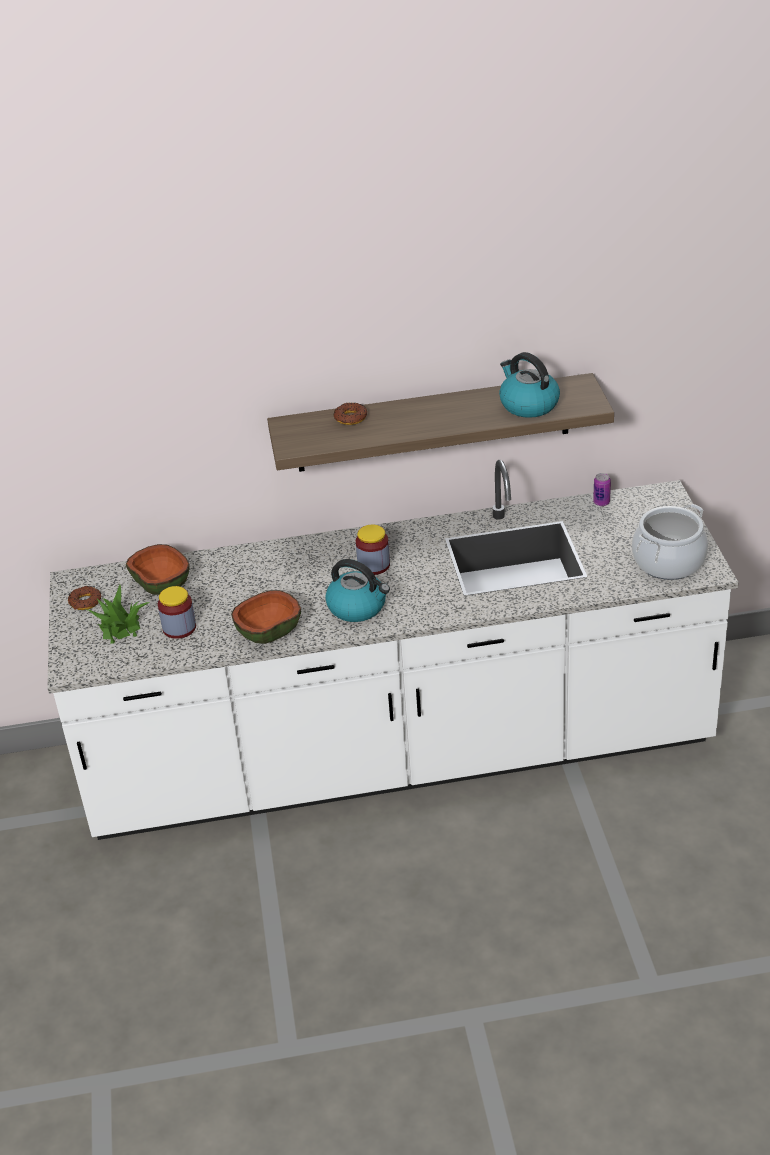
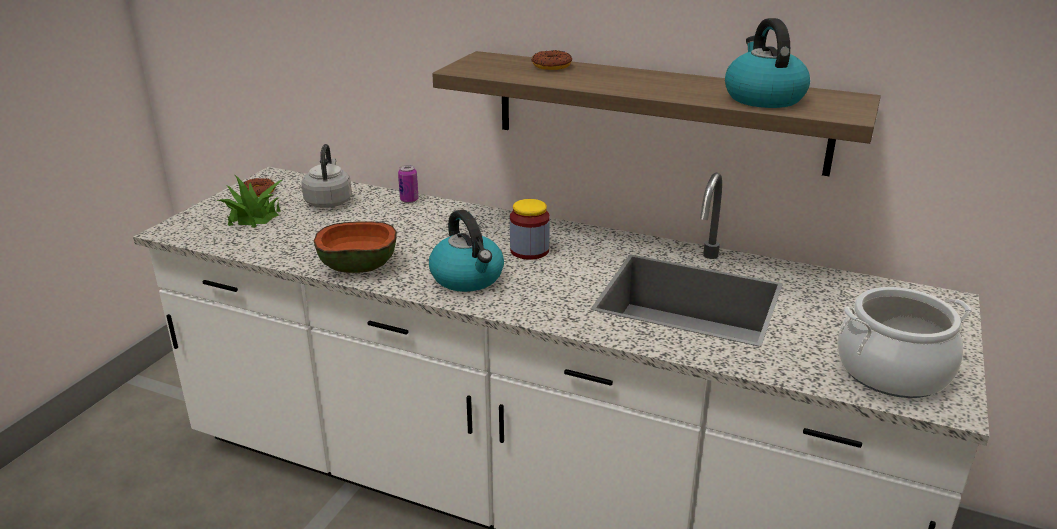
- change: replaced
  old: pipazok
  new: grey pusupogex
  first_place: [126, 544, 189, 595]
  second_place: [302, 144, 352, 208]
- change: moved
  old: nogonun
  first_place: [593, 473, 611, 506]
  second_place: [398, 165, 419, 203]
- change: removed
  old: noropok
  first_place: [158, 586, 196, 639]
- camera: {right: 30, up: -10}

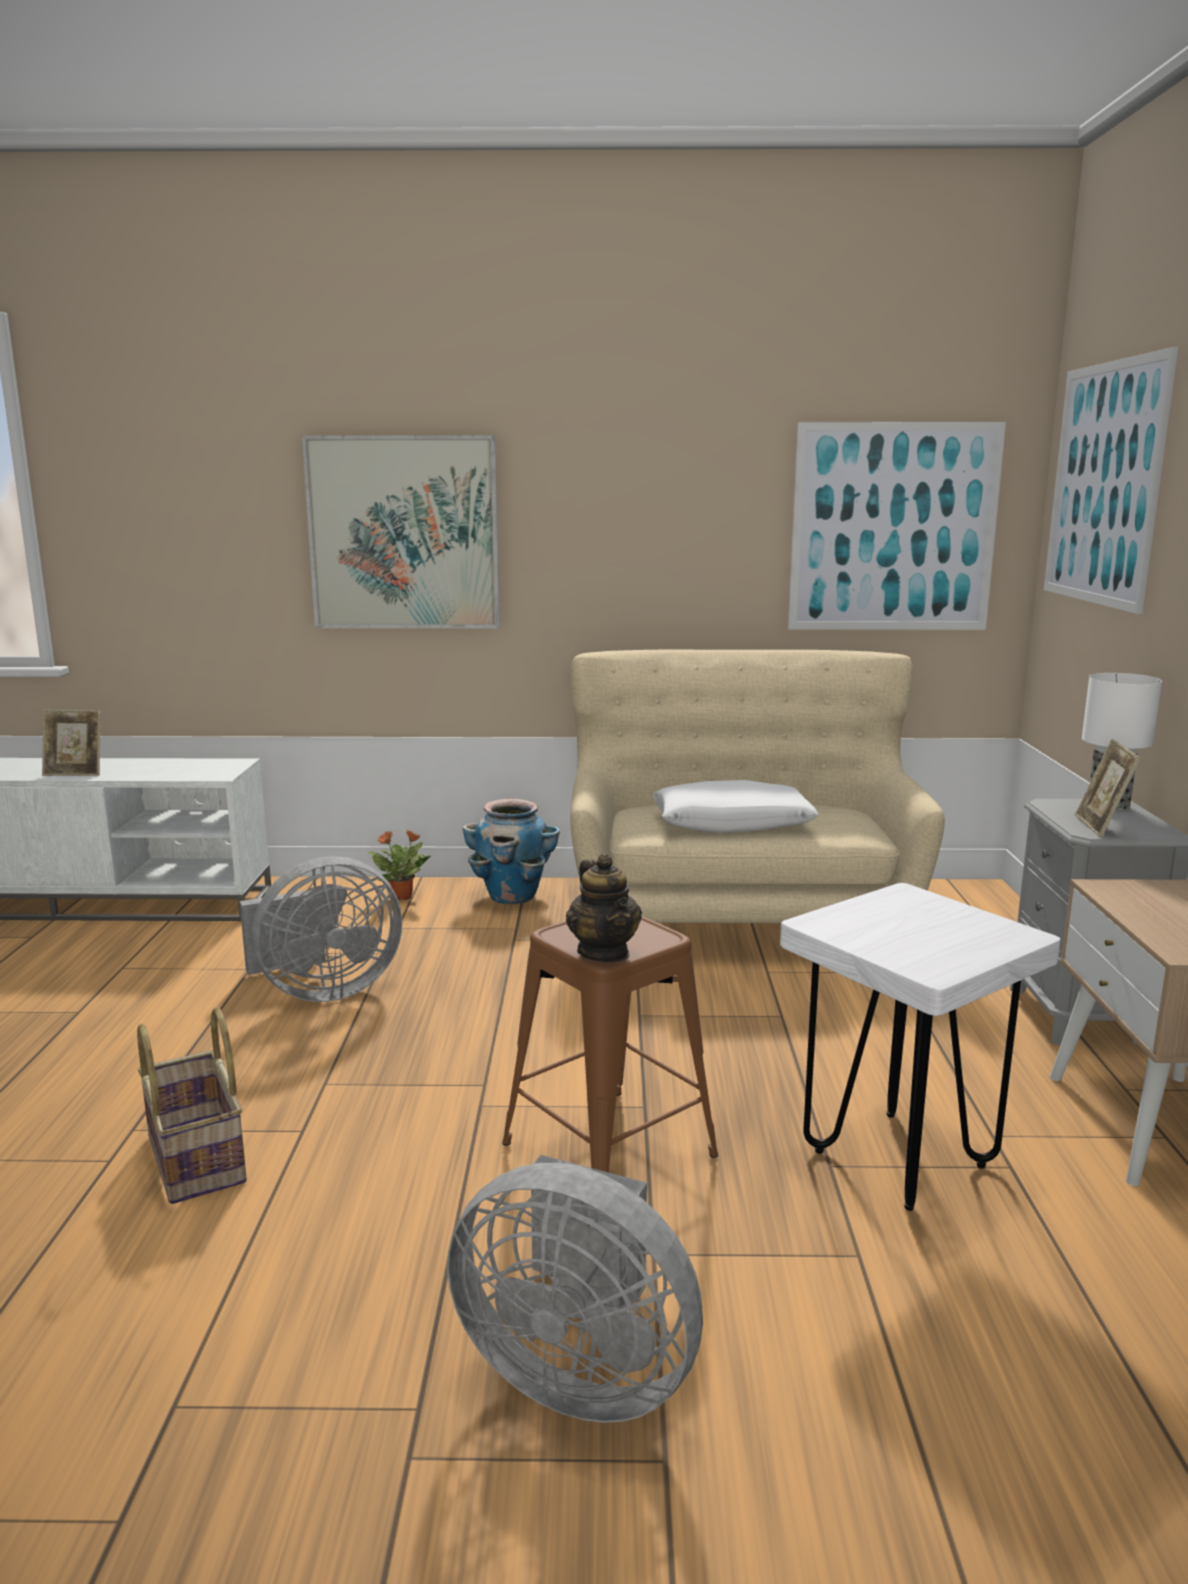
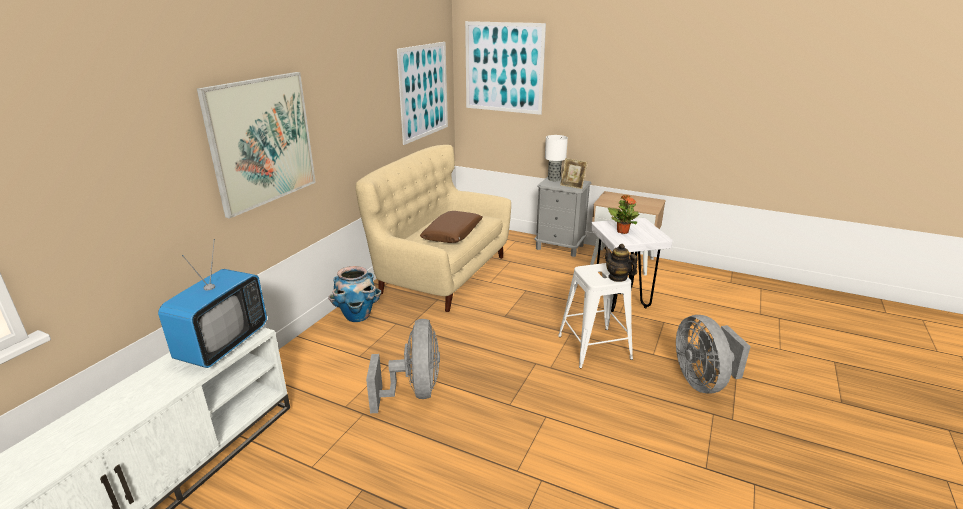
- change: added
  new: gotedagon
  second_place: [158, 239, 267, 368]
- change: recoloured
  old: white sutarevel
  new: brown sutarevel
  first_place: [653, 780, 819, 833]
  second_place: [420, 211, 483, 243]
- change: recoloured
  old: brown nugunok
  new: white nugunok
  first_place: [502, 916, 718, 1173]
  second_place: [558, 263, 633, 368]
- change: turned
  old: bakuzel
  first_place: [566, 854, 642, 962]
  second_place: [604, 244, 638, 282]
  degrees: -135
- change: moved
  old: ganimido
  first_place: [368, 830, 431, 900]
  second_place: [608, 195, 640, 234]
- change: turned
  old: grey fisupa
  first_place: [447, 1155, 703, 1423]
  second_place: [676, 315, 751, 394]
  degrees: 120
- change: removed
  old: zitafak
  first_place: [42, 710, 101, 776]
- change: removed
  old: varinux
  first_place: [137, 1007, 247, 1204]
- camera: {right: -65, up: 10}

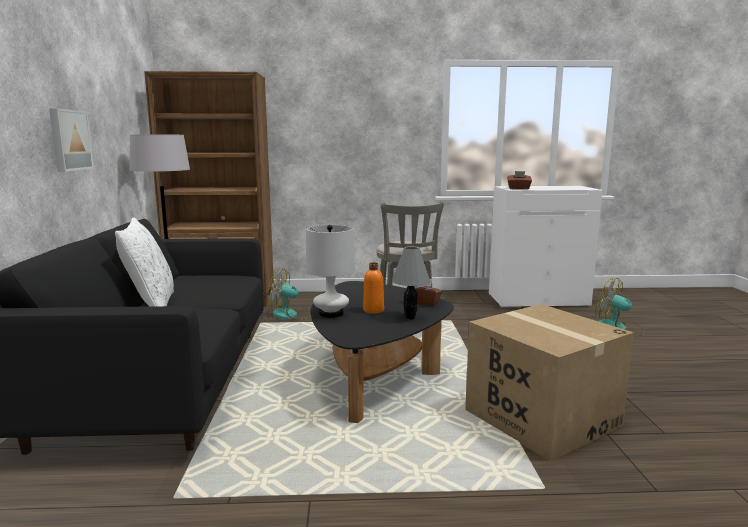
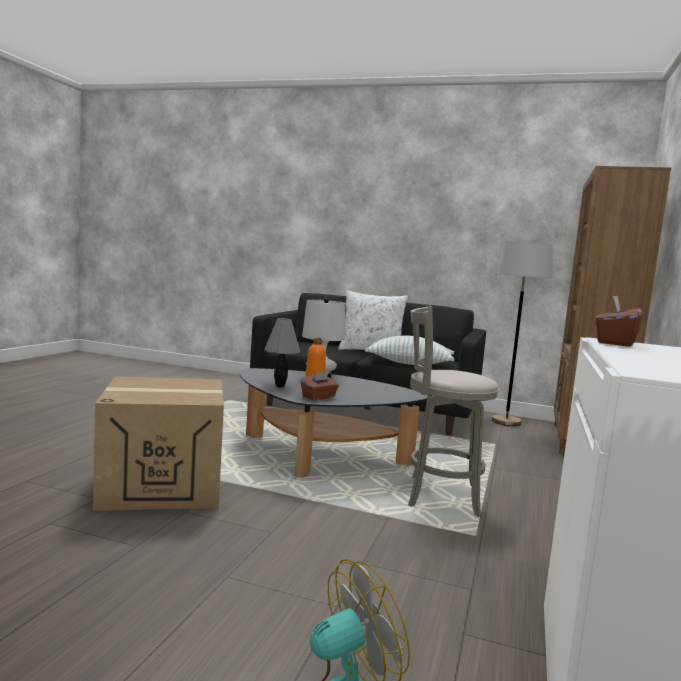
- change: added
  new: sutarevel
  second_place: [365, 335, 454, 365]
- change: removed
  old: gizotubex
  first_place: [49, 108, 94, 172]
- change: removed
  old: fisupa
  first_place: [267, 269, 311, 320]
- camera: {right: 110, up: -5}

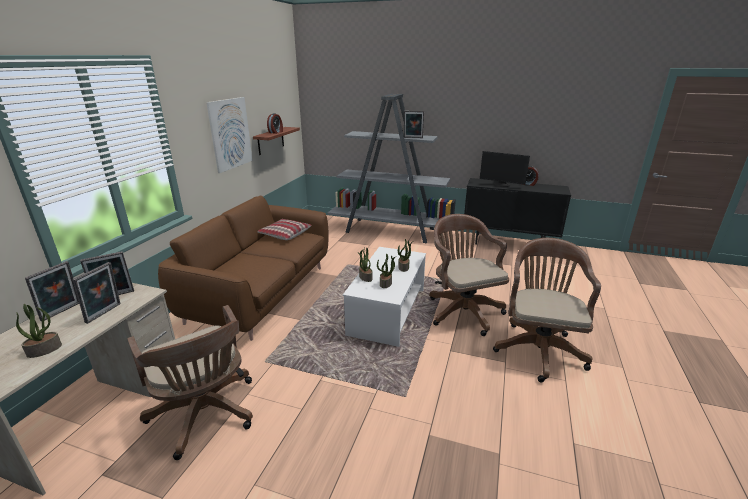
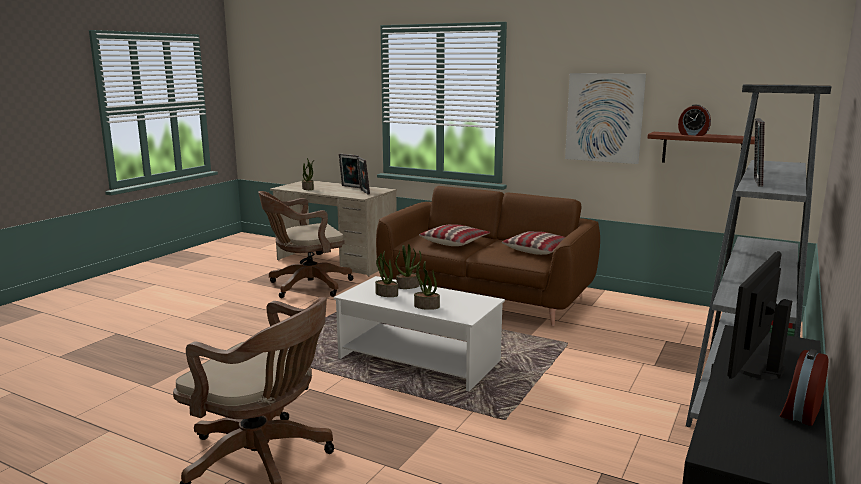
- change: added
  new: sutarevel
  second_place: [419, 224, 490, 246]
- change: removed
  old: zitafak
  first_place: [73, 262, 120, 324]
- change: removed
  old: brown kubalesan
  first_place: [429, 214, 509, 336]
- camera: {right: 100, up: -10}

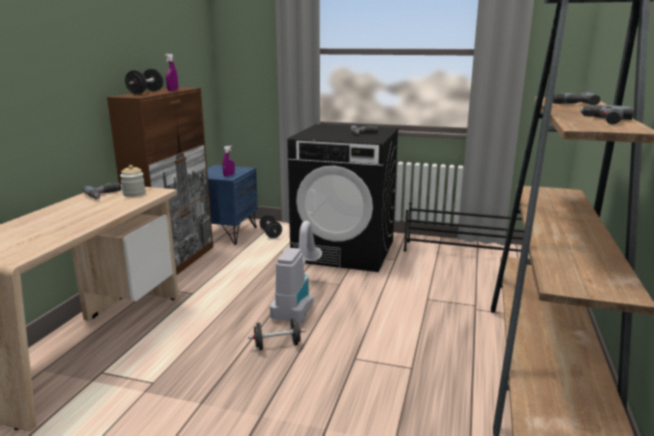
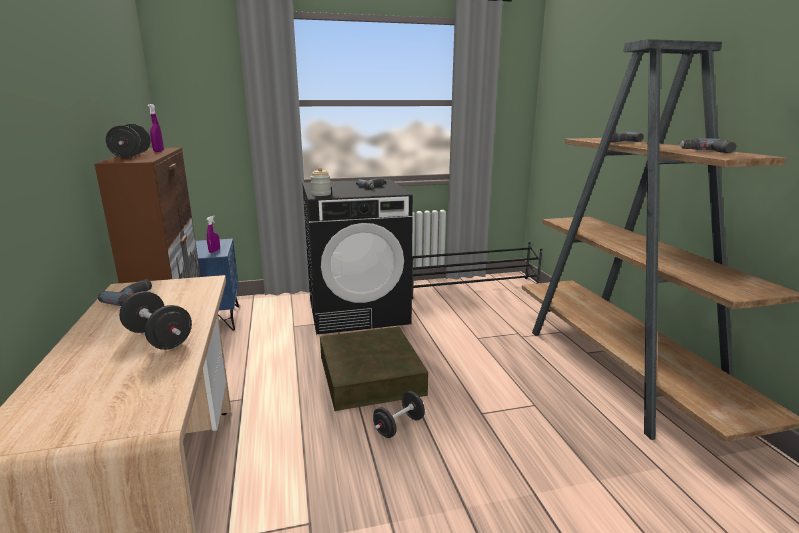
- change: moved
  old: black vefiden
  first_place: [260, 214, 282, 238]
  second_place: [119, 291, 192, 350]
- change: moved
  old: noropok
  first_place: [120, 165, 146, 197]
  second_place: [310, 168, 331, 196]
- change: replaced
  old: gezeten
  new: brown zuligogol
  first_place: [270, 221, 322, 323]
  second_place: [320, 327, 428, 411]
- camera: {right: -30, up: 0}

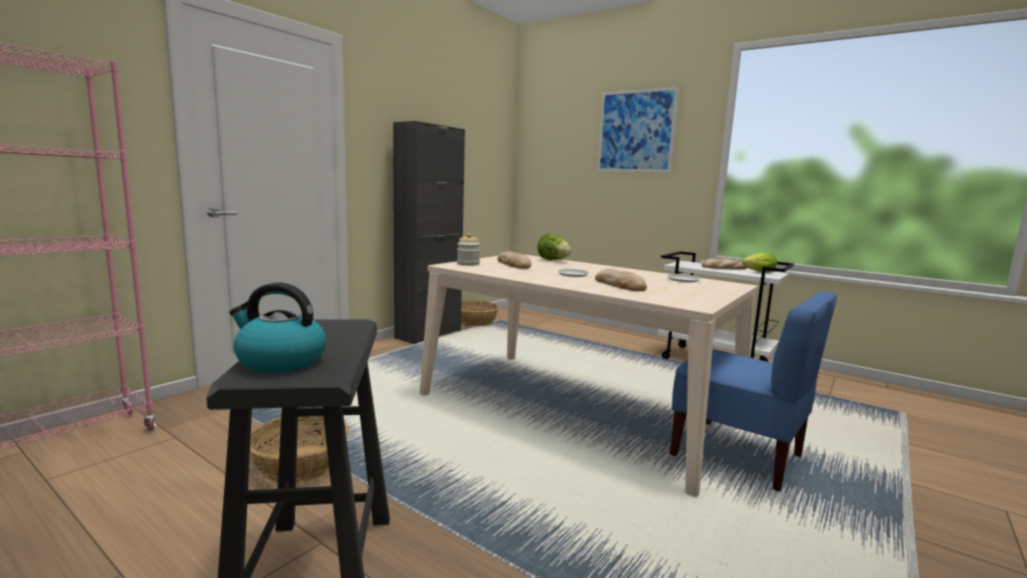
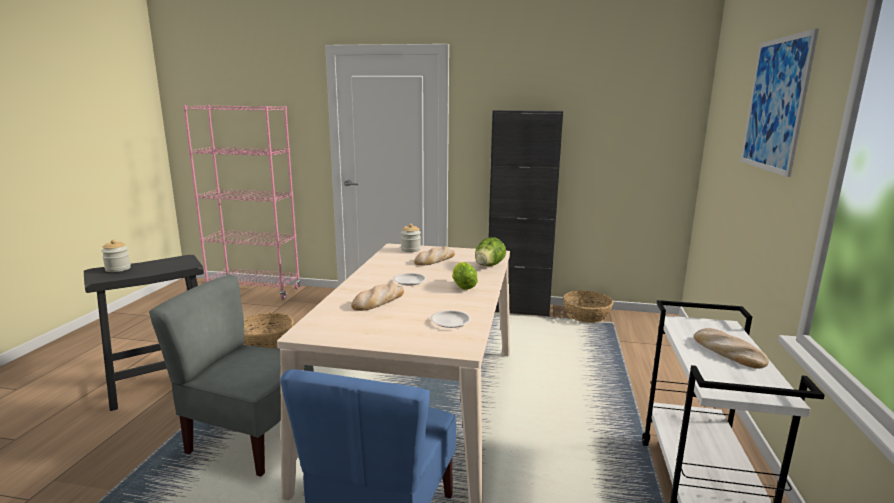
- change: replaced
  old: pusupogex
  new: noropok
  first_place: [229, 283, 326, 373]
  second_place: [101, 239, 131, 272]
- change: added
  new: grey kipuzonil
  second_place: [149, 275, 314, 477]
- change: moved
  old: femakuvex
  first_place: [742, 253, 777, 273]
  second_place: [452, 262, 478, 290]
- camera: {right: 65, up: 5}

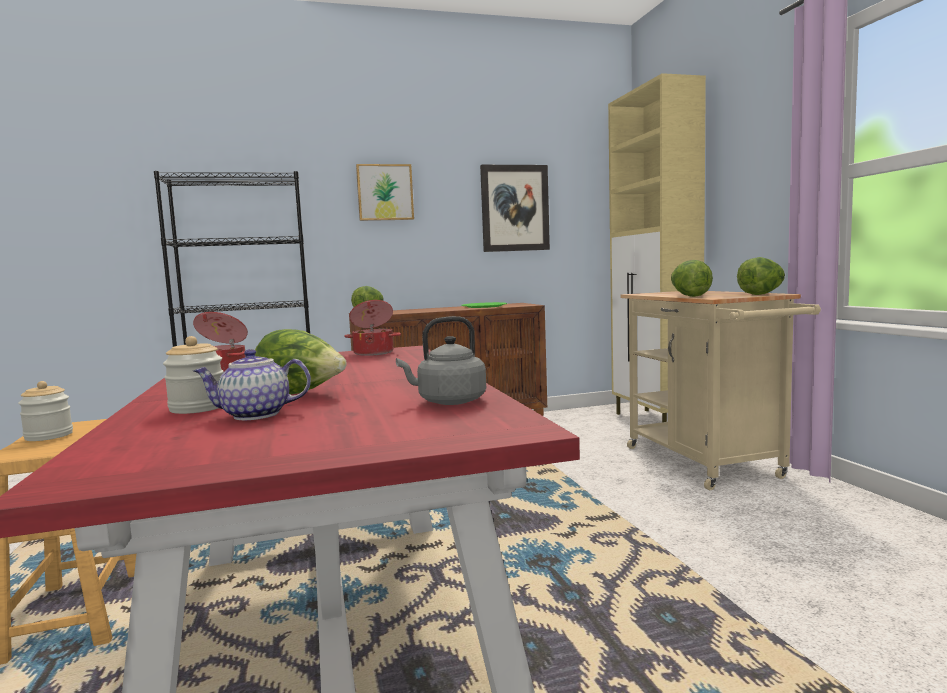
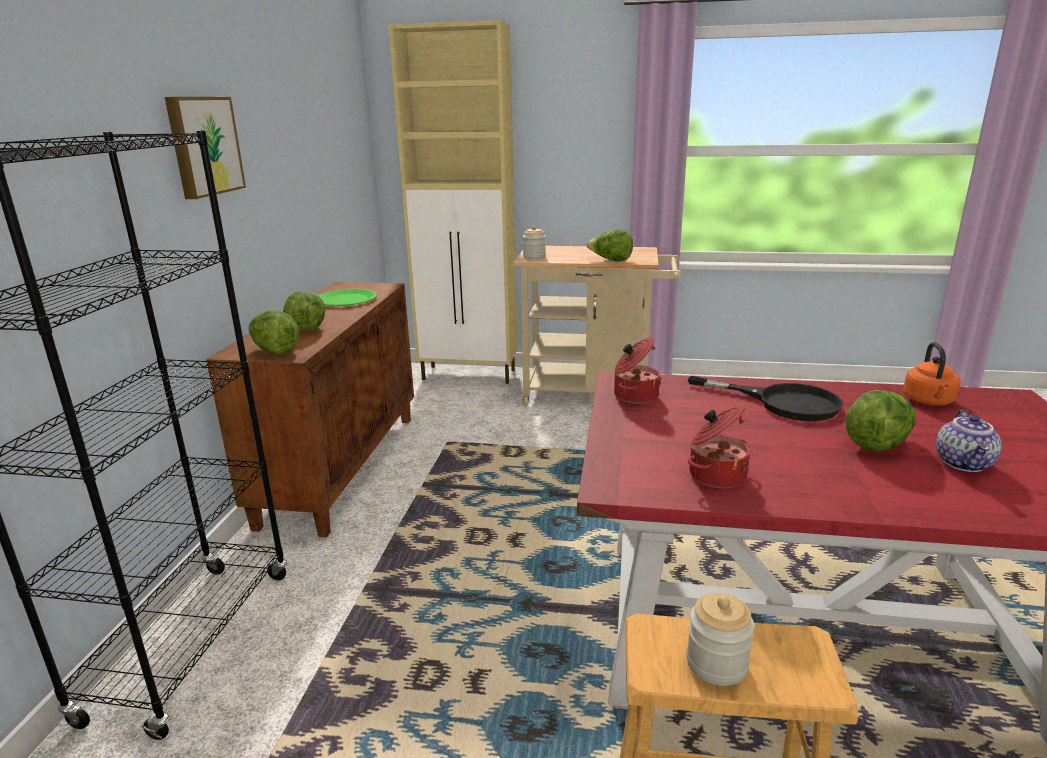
- change: moved
  old: femakuvex
  first_place: [737, 257, 785, 295]
  second_place: [283, 291, 326, 332]
- change: moved
  old: noropok
  first_place: [163, 336, 224, 414]
  second_place: [523, 226, 546, 259]
- change: added
  new: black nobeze
  second_place: [688, 376, 843, 421]
- change: recoloured
  old: grey pusupogex
  new: orange pusupogex
  first_place: [396, 316, 486, 405]
  second_place: [903, 342, 961, 406]
- change: removed
  old: gizotubex
  first_place: [480, 165, 550, 252]
- camera: {right: -65, up: 15}

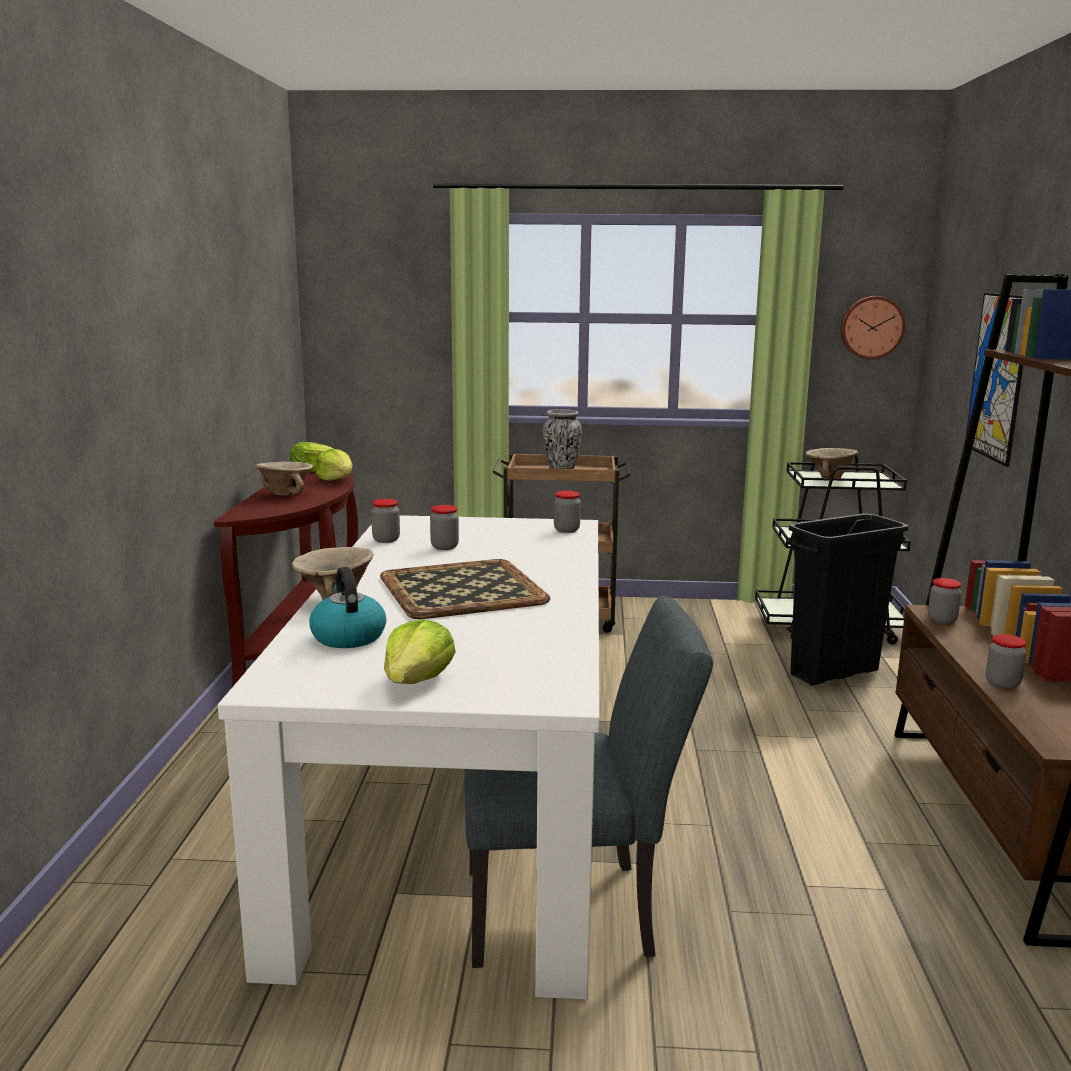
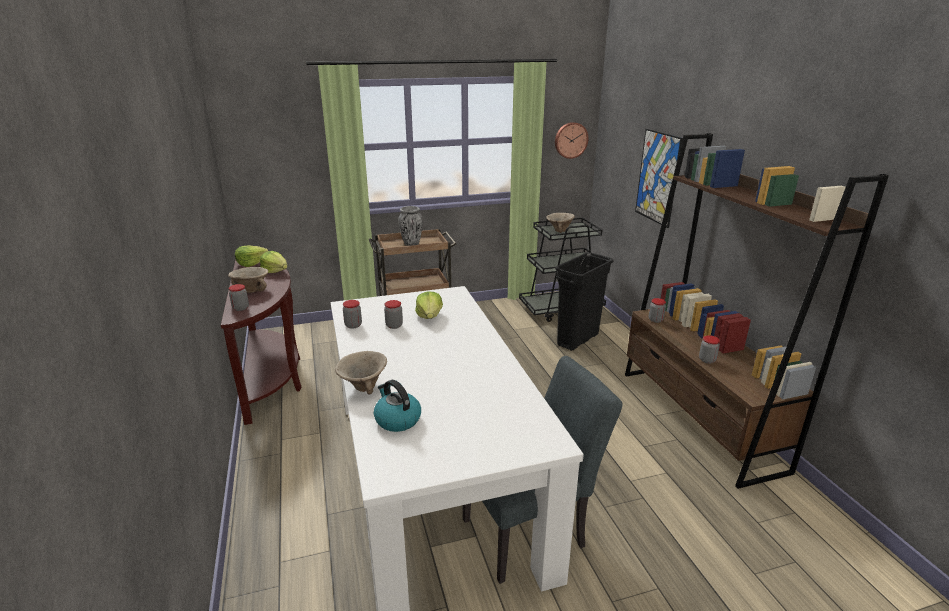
- change: moved
  old: noropok
  first_place: [554, 491, 581, 533]
  second_place: [229, 284, 249, 311]
- change: moved
  old: femakuvex
  first_place: [384, 619, 456, 684]
  second_place: [415, 291, 443, 319]
- change: removed
  old: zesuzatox
  first_place: [380, 559, 550, 619]
- camera: {right: -20, up: 10}

